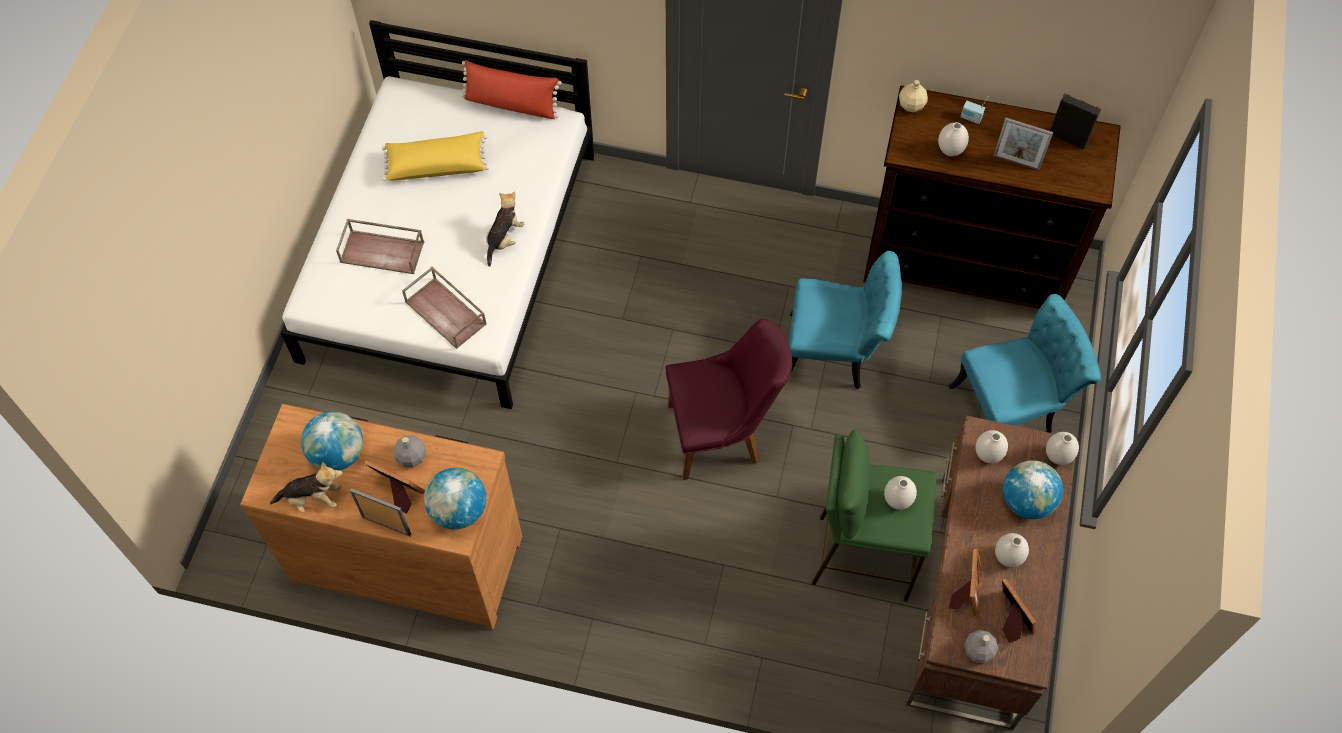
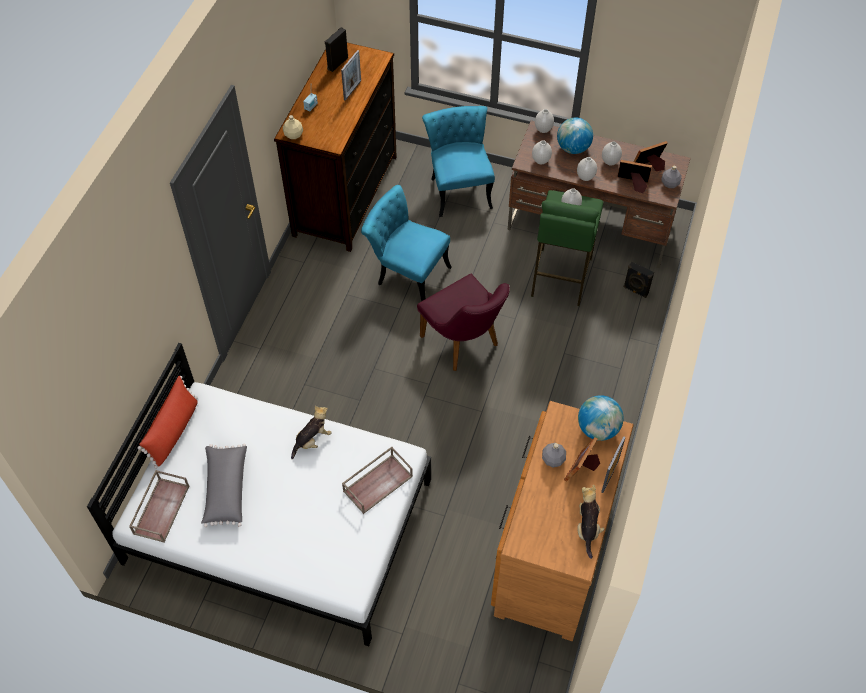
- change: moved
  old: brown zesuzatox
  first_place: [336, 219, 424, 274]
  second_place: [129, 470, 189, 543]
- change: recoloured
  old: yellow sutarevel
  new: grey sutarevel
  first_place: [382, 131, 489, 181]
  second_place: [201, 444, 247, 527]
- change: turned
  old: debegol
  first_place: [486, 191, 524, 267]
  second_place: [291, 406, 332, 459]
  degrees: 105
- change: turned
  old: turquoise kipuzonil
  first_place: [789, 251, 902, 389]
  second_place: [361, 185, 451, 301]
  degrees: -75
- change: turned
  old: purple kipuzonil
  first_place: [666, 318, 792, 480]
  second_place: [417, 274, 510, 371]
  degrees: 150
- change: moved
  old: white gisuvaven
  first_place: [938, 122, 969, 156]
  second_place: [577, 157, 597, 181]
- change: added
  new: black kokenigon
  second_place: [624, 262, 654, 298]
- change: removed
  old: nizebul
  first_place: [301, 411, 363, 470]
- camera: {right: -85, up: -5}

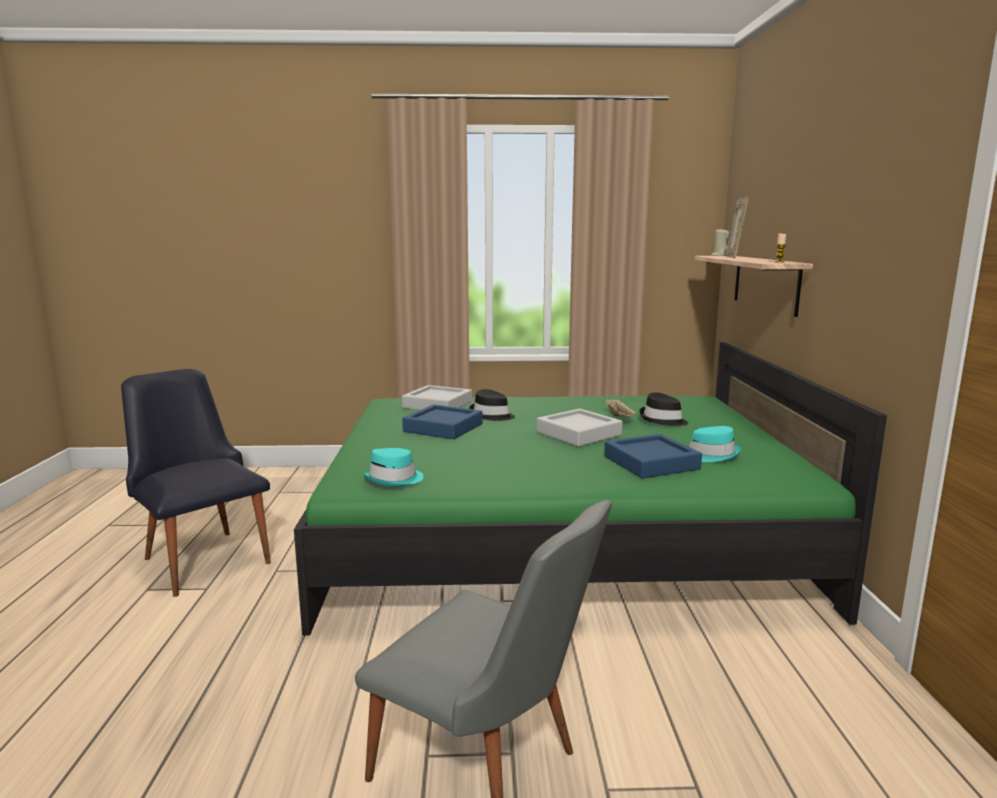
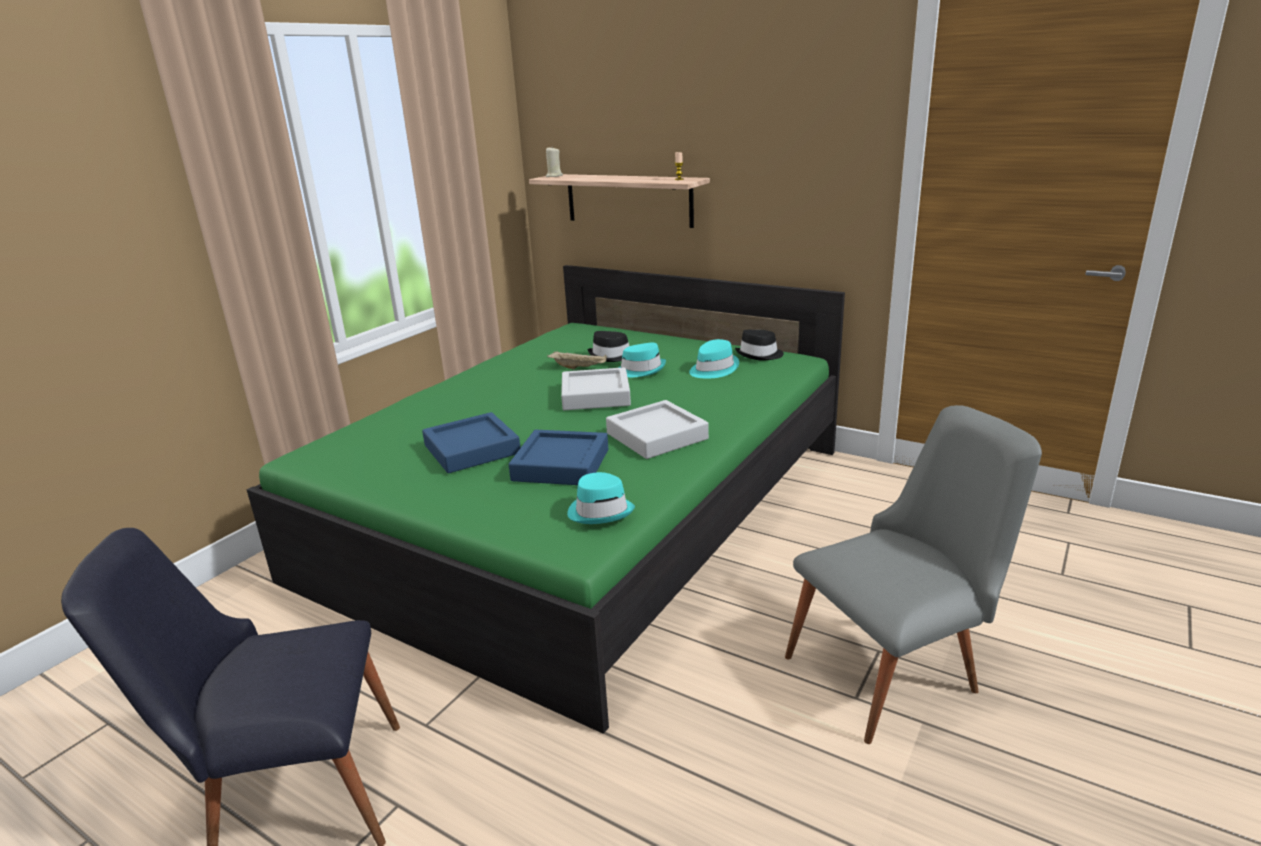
- change: moved
  old: blue zesuzatox
  first_place: [604, 434, 702, 478]
  second_place: [509, 430, 608, 485]
- change: moved
  old: grey zesuzatox
  first_place: [402, 385, 472, 410]
  second_place: [606, 400, 709, 459]
- change: added
  new: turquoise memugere
  second_place: [618, 343, 666, 377]
- change: moved
  old: black memugere
  first_place: [469, 389, 515, 421]
  second_place: [735, 330, 784, 361]
- change: removed
  old: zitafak
  first_place: [726, 197, 749, 258]
- camera: {right: -55, up: 10}

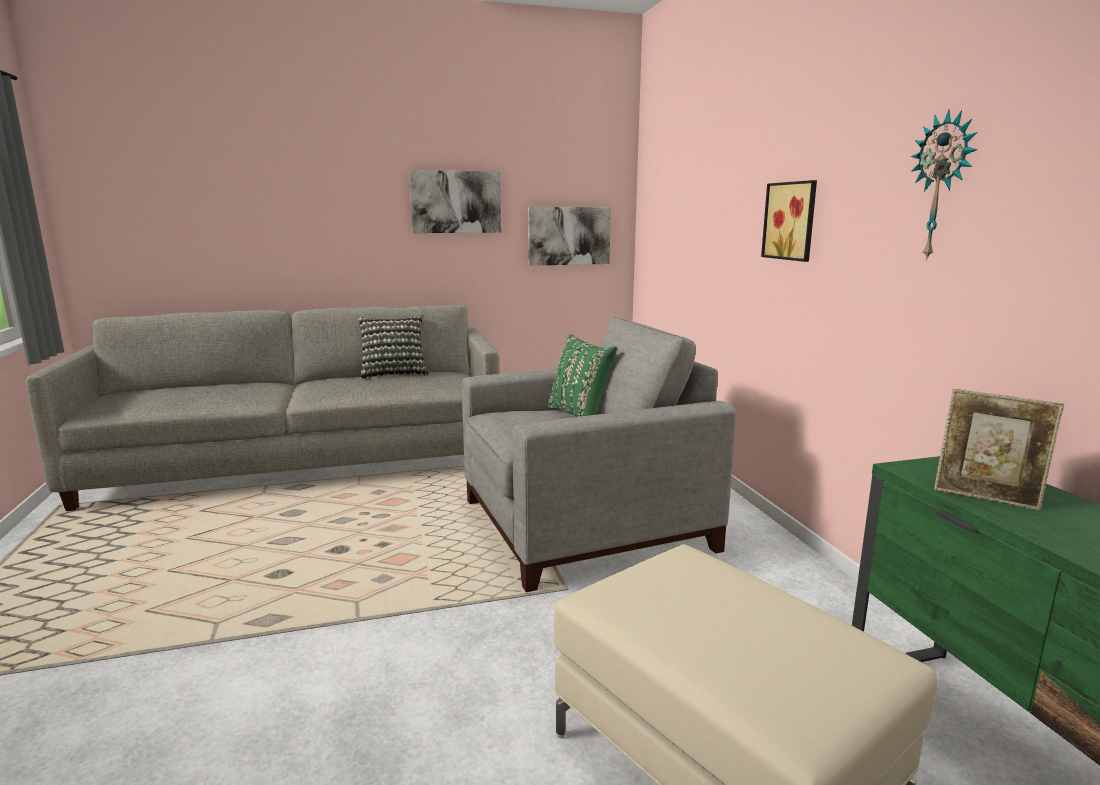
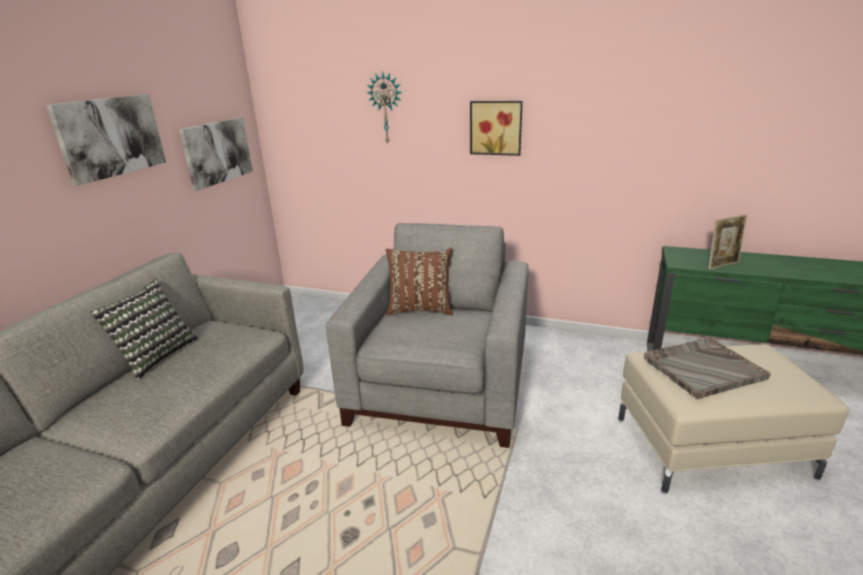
- change: moved
  old: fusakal
  first_place: [911, 110, 978, 261]
  second_place: [367, 72, 402, 145]
- change: recoloured
  old: green sutarevel
  new: brown sutarevel
  first_place: [547, 334, 617, 417]
  second_place: [386, 248, 453, 316]
- change: added
  new: grey zesuzatox
  second_place: [644, 337, 771, 399]
- camera: {right: -55, up: 10}

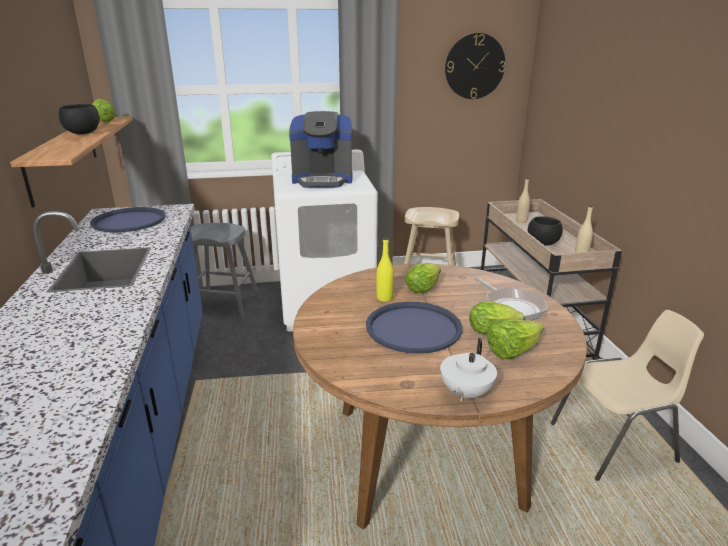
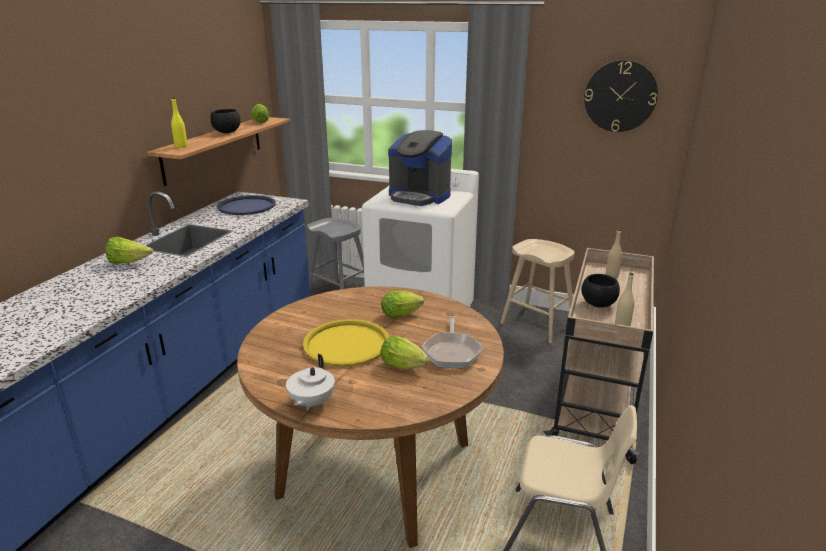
- change: moved
  old: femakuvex
  first_place: [487, 319, 544, 359]
  second_place: [105, 236, 153, 264]
- change: moved
  old: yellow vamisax
  first_place: [376, 237, 394, 302]
  second_place: [171, 98, 187, 148]
- change: turned
  old: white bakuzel
  first_place: [440, 338, 497, 402]
  second_place: [286, 354, 335, 411]
  degrees: -45
- change: recoloured
  old: blue zesuzatox
  new: yellow zesuzatox
  first_place: [366, 302, 462, 354]
  second_place: [303, 319, 389, 367]
- camera: {right: 30, up: 0}

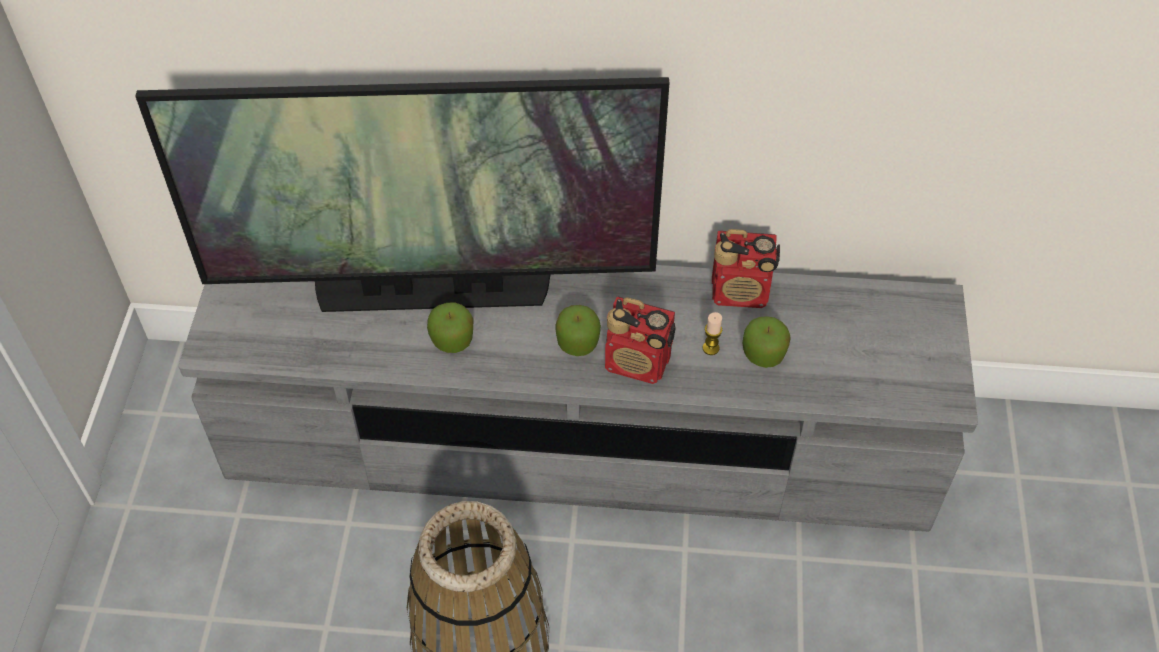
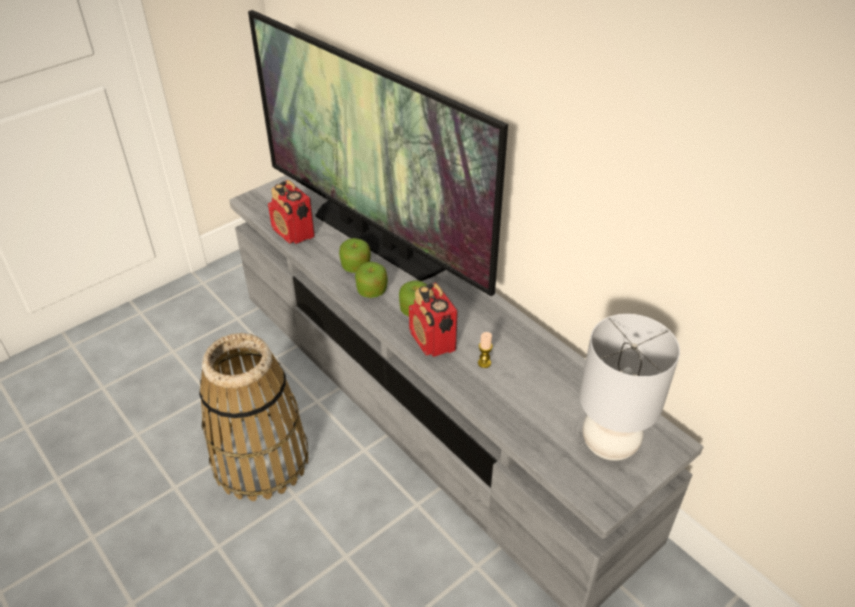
- change: moved
  old: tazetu
  first_place: [712, 229, 780, 308]
  second_place: [268, 180, 315, 244]
- change: moved
  old: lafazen
  first_place: [743, 316, 791, 368]
  second_place: [355, 262, 388, 298]
- change: added
  new: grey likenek
  second_place: [579, 314, 680, 461]
- camera: {right: 45, up: -10}

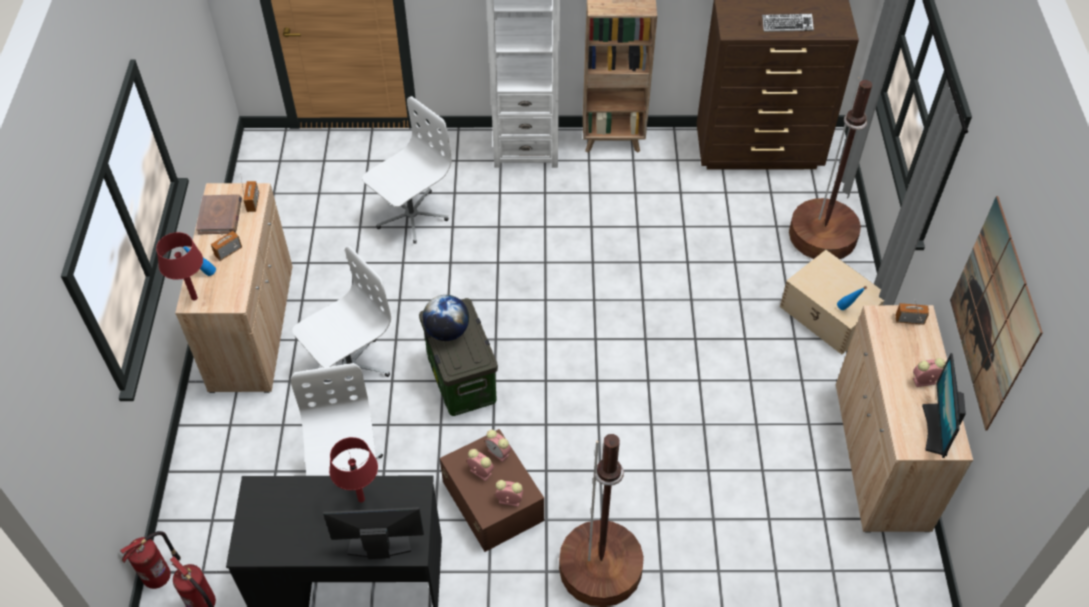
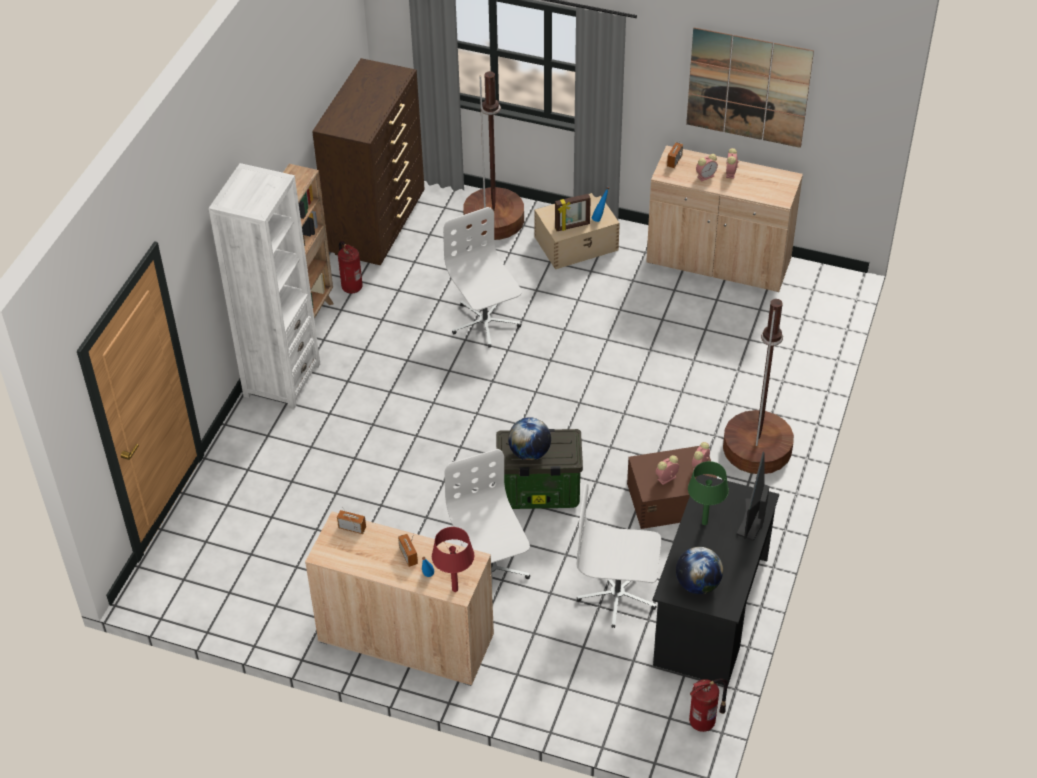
- change: moved
  old: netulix
  first_place: [120, 531, 181, 589]
  second_place: [338, 241, 363, 294]
- change: moved
  old: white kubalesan
  first_place: [362, 96, 452, 244]
  second_place: [443, 207, 522, 348]
- change: added
  new: zitafak
  second_place: [555, 194, 591, 231]
- change: added
  new: nizebul
  second_place: [676, 547, 723, 594]
- change: recoloured
  old: red likenek
  new: green likenek
  first_place: [329, 437, 378, 503]
  second_place: [688, 461, 729, 525]
- change: moved
  old: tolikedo
  first_place: [485, 430, 511, 462]
  second_place: [696, 154, 718, 182]
- change: removed
  old: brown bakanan
  first_place: [196, 194, 242, 235]
- change: removed
  old: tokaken
  first_place: [762, 14, 814, 32]
- change: removed
  old: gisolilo
  first_place: [922, 353, 966, 458]
- camera: {right: -70, up: -5}

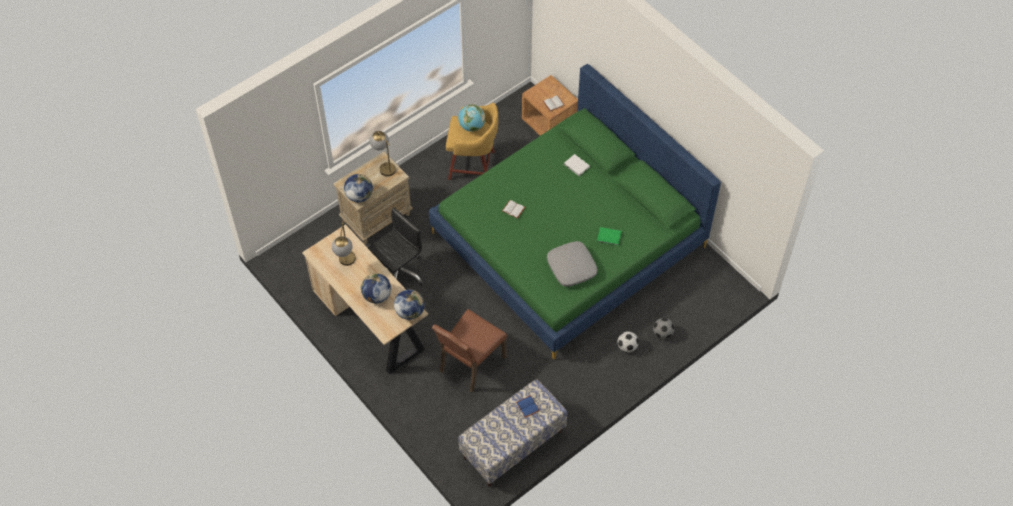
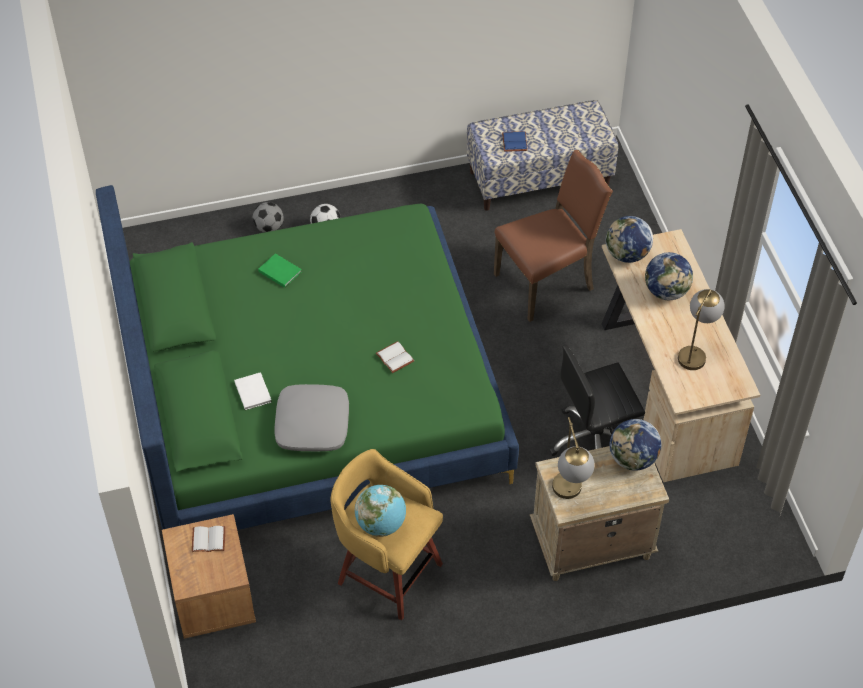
- change: moved
  old: grey sutarevel
  first_place: [547, 241, 597, 287]
  second_place: [274, 384, 349, 451]
- camera: {right: -155, up: -5}

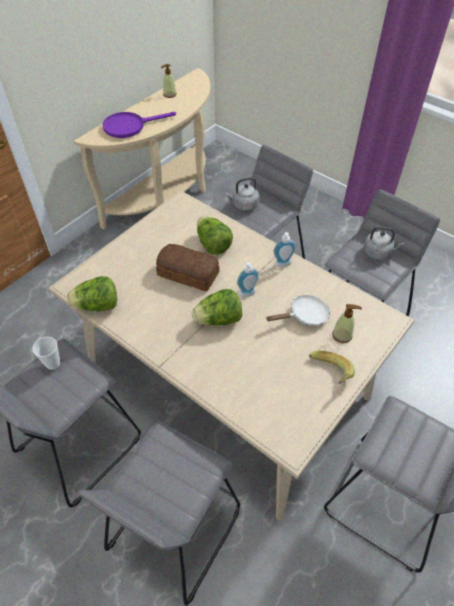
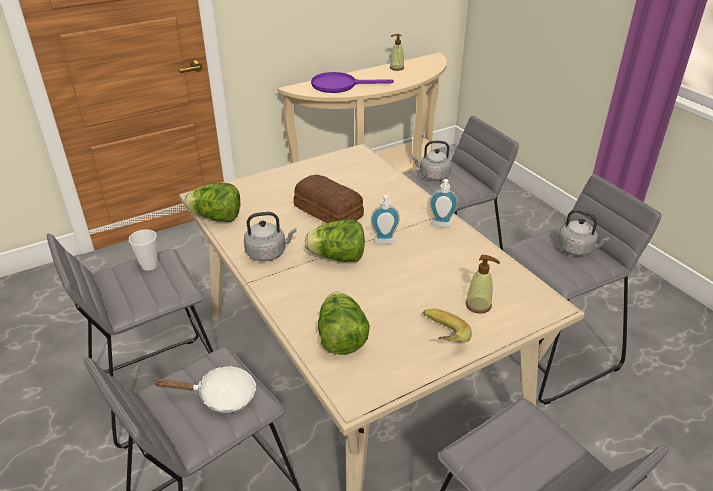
- change: moved
  old: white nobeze
  first_place: [266, 294, 330, 326]
  second_place: [154, 366, 256, 413]
- change: added
  new: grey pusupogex
  second_place: [244, 212, 297, 261]
- change: moved
  old: femakuvex
  first_place: [197, 217, 233, 255]
  second_place: [318, 292, 370, 355]
- camera: {right: 20, up: -15}

